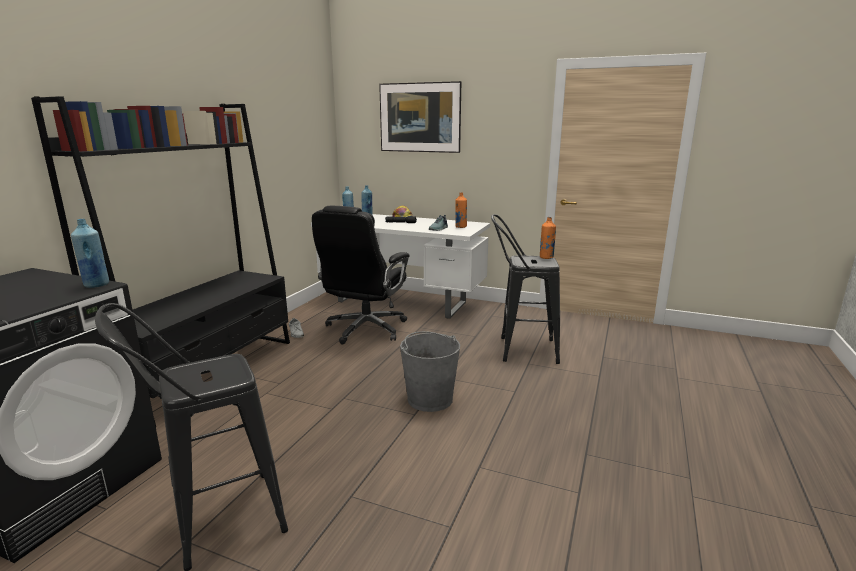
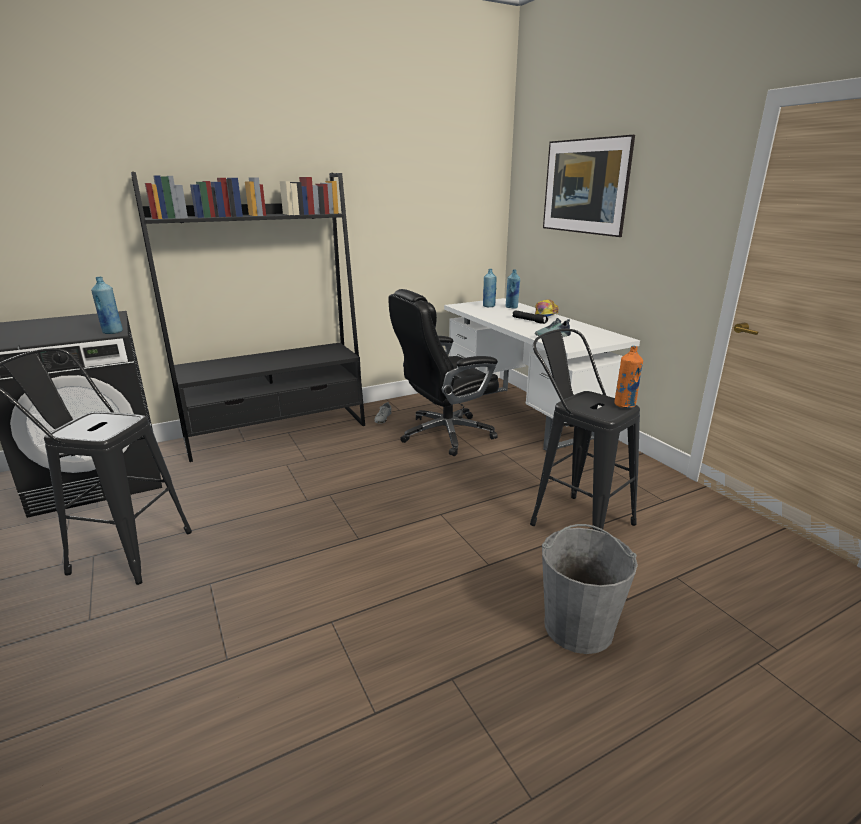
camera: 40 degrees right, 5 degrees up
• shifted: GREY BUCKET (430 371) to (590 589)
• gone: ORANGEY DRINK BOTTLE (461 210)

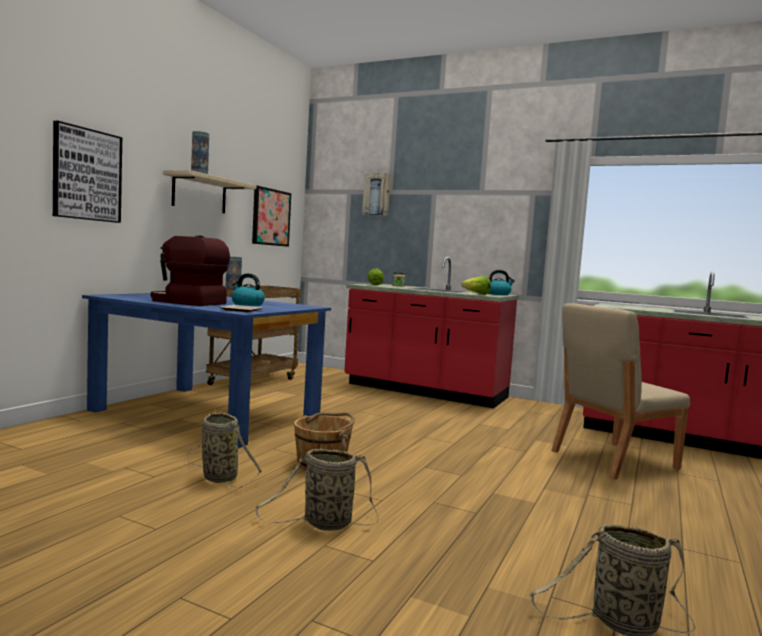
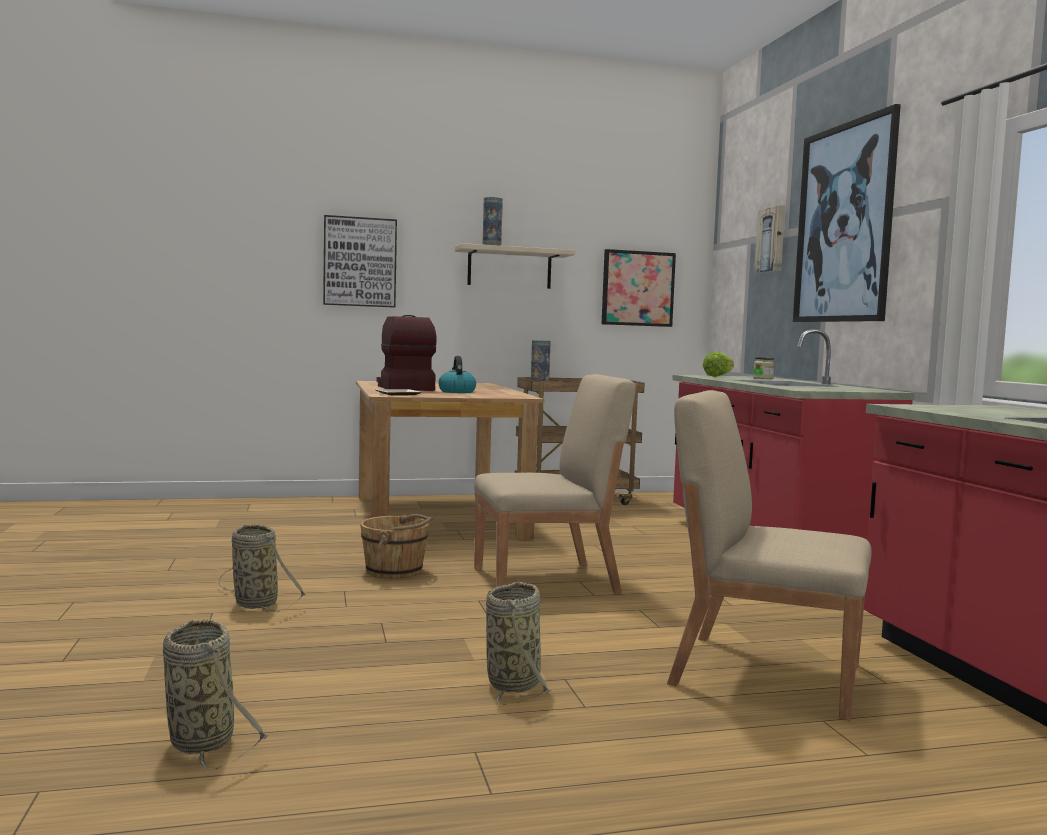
camera: 50 degrees right, 0 degrees up
• repainted: BLUE-COLOURED DINNER TABLE (206 370) to BROWNISH DINNER TABLE (450 460)
• new: BEIGE-COLOURED UPRIGHT CHAIR (555 484)
• shifted: HOUSEHOLD BASKET (224 450) to (519 643)
• new: PICTURE (847 213)
• gone: LETTUCE (476 285)
• gone: WATER KETTLE (501 282)

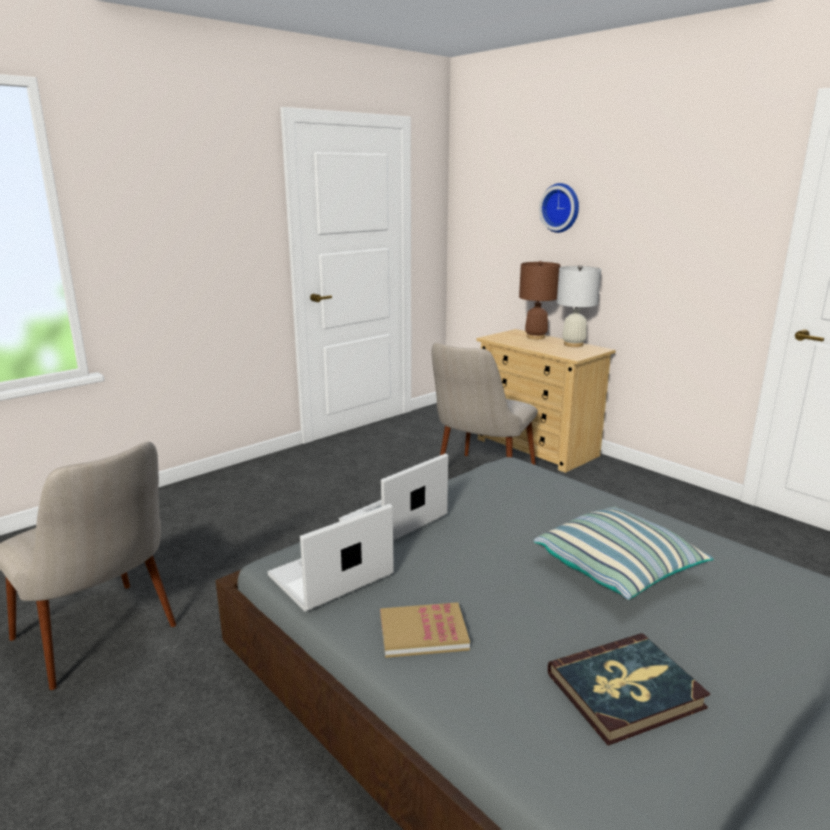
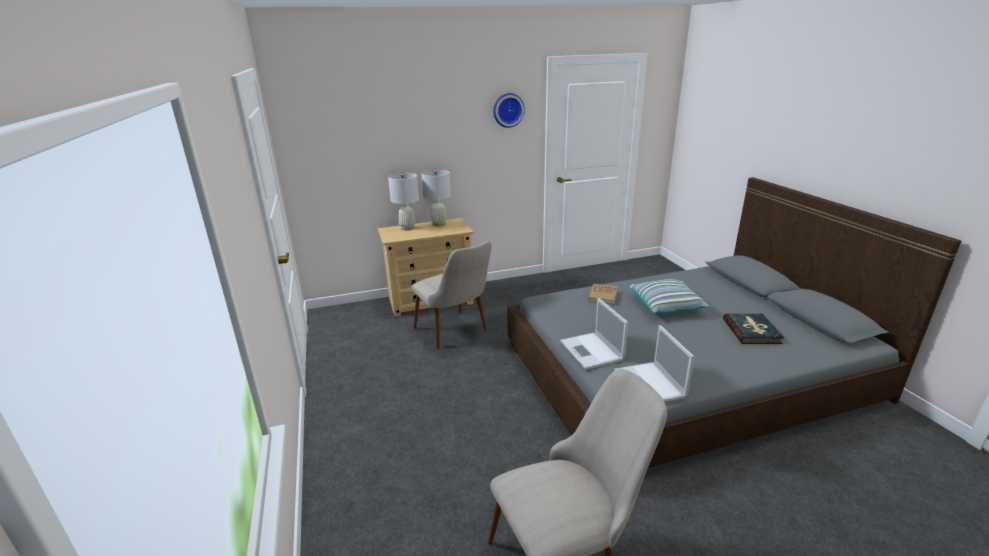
camera: 65 degrees left, 5 degrees up
• repainted: BROWNISH TABLETOP LAMP (539 300) to WHITISH TABLETOP LAMP (403 201)
• shifted: WALL CLOCK (559 208) to (509 110)
• shifted: BOOK (425 630) to (603 294)

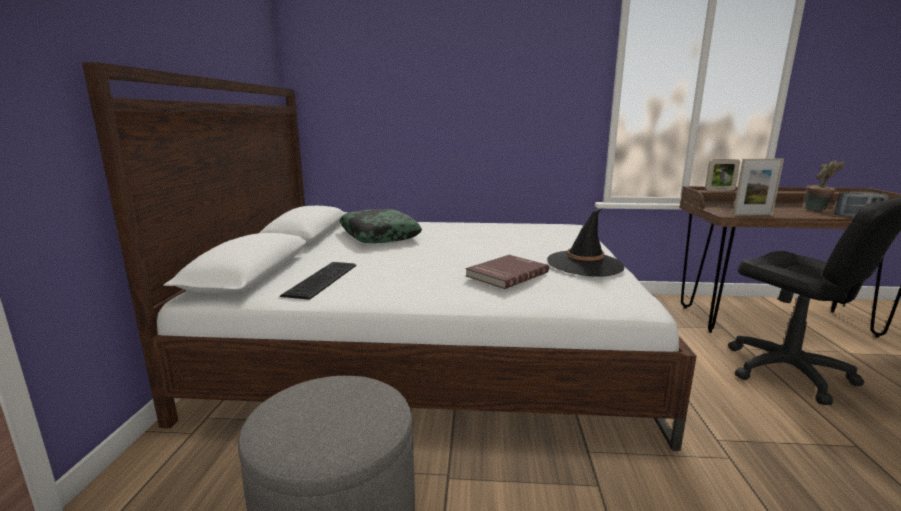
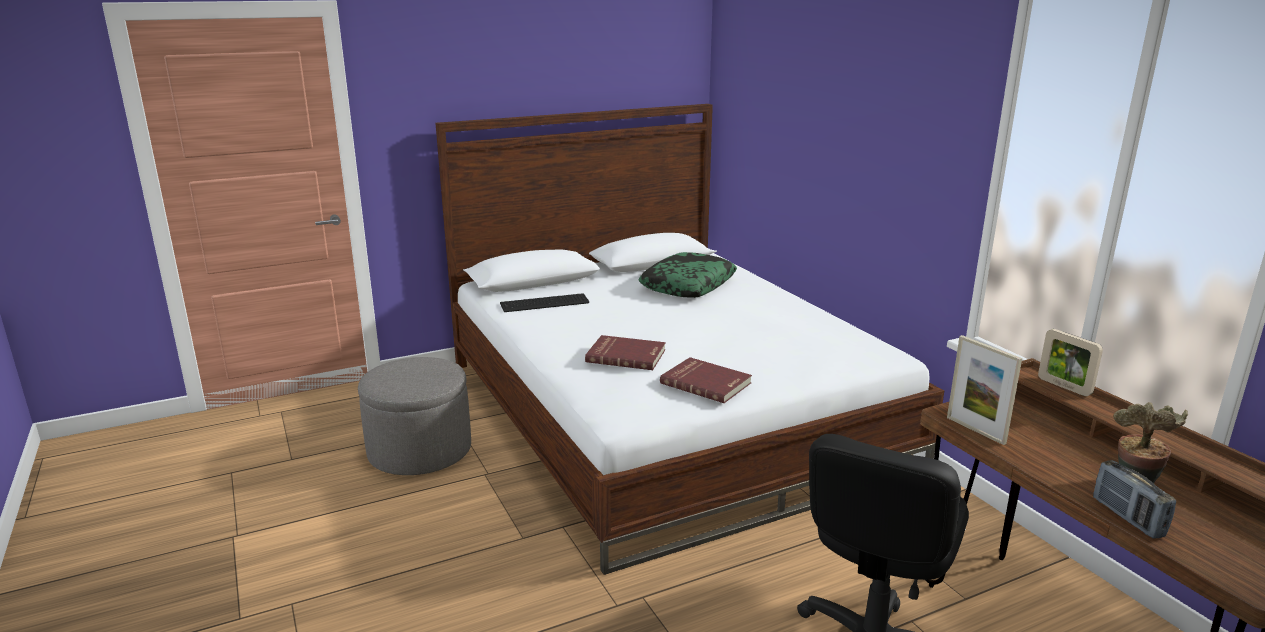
camera: 60 degrees right, 5 degrees up
• swapped: BLACK WEARABLE HAT (585 242) to RED-COLOURED BOOK (706 380)

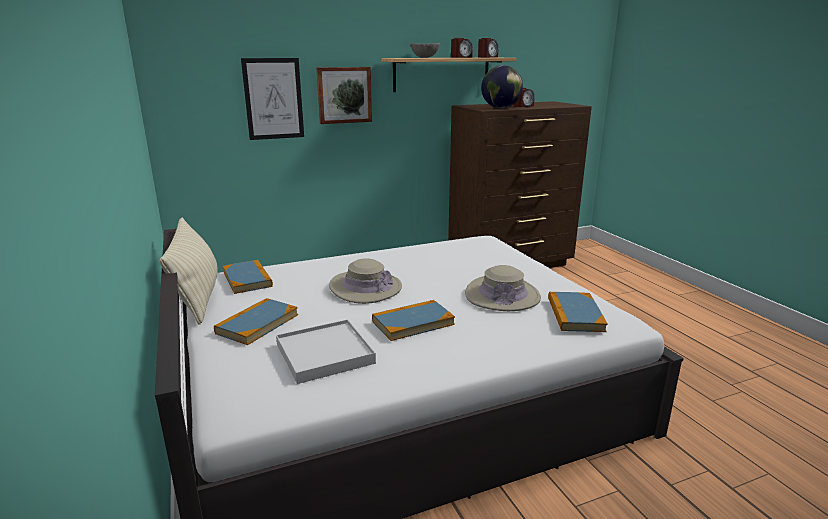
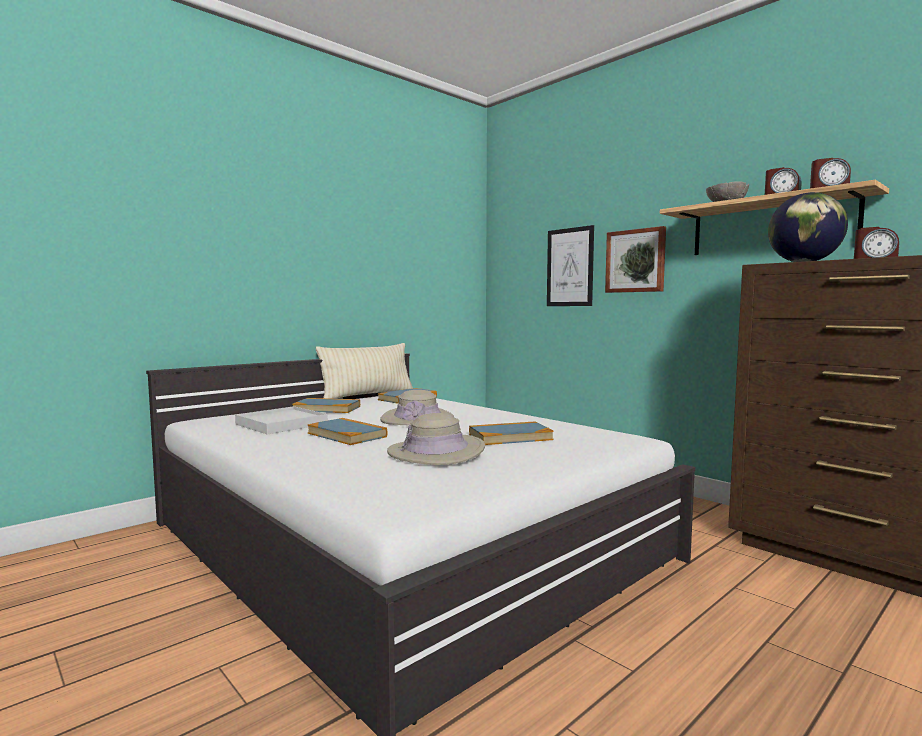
camera: 70 degrees right, 15 degrees down
• shifted: BOOK (578 312) to (511 433)

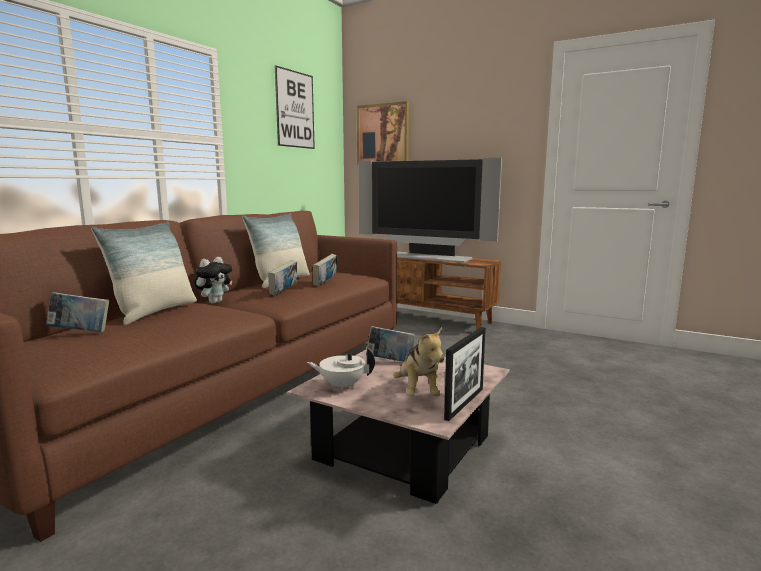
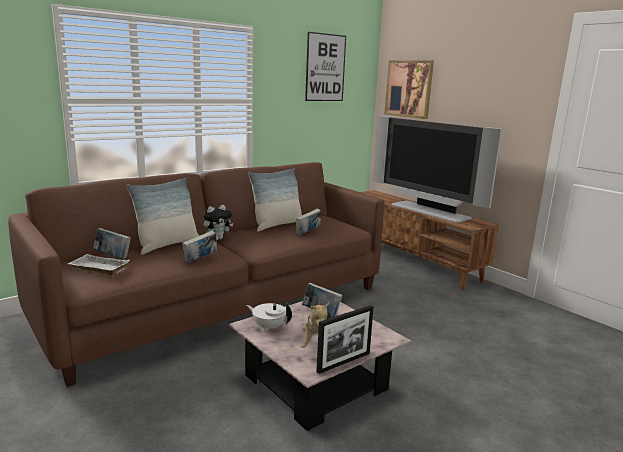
camera: 20 degrees right, 5 degrees up
• new: WHITISH TRAY (99 264)
• shifted: BOOK (282 278) to (199 247)

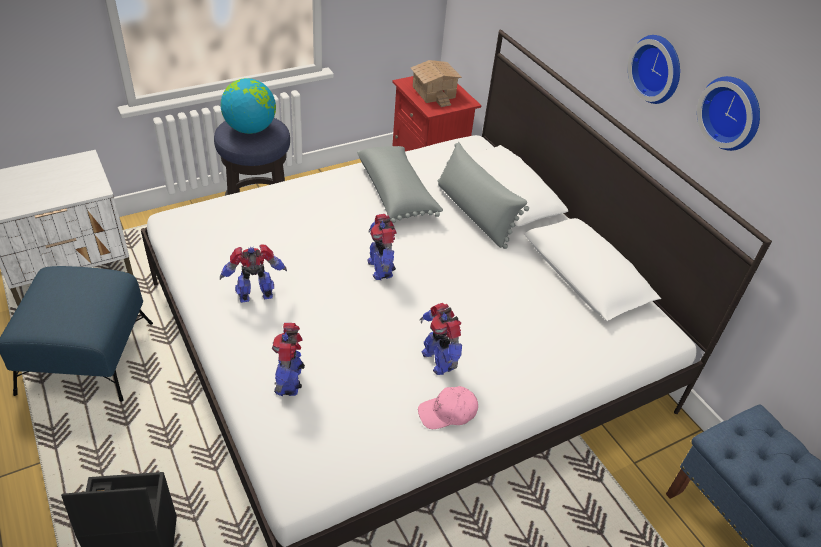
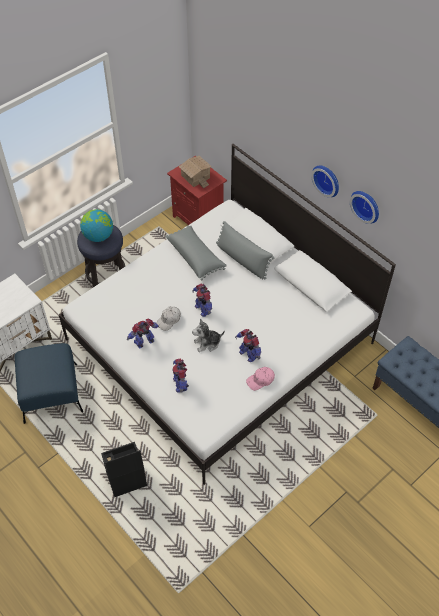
camera: 10 degrees left, 10 degrees up
• new: WHITISH BASEBALL CAP (168 318)
• new: CUDDLY TOY (208 335)

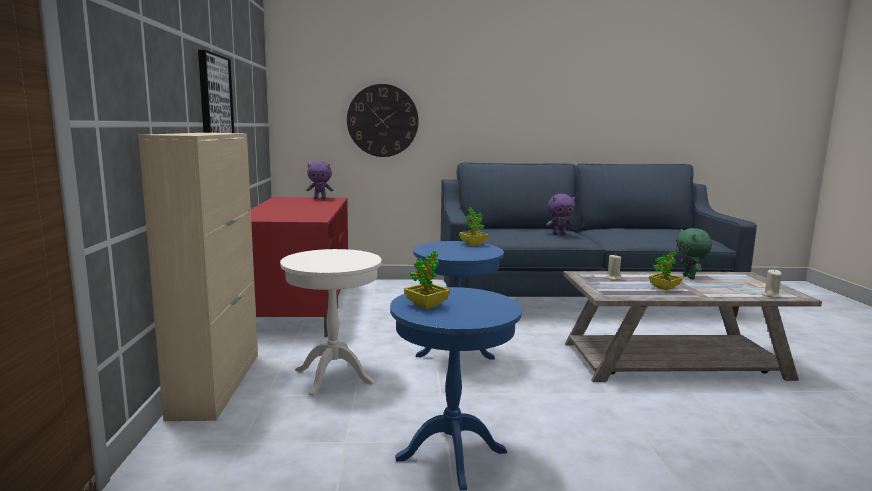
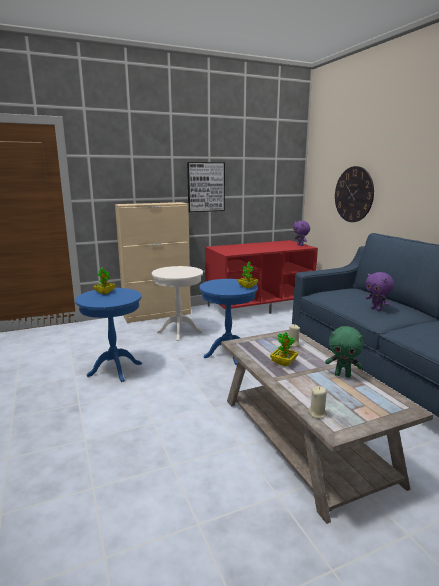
camera: 70 degrees right, 5 degrees up
• rotated: GREEN-COLOURED CUDDLY TOY (694 253) = (344 352) 135 degrees counterclockwise

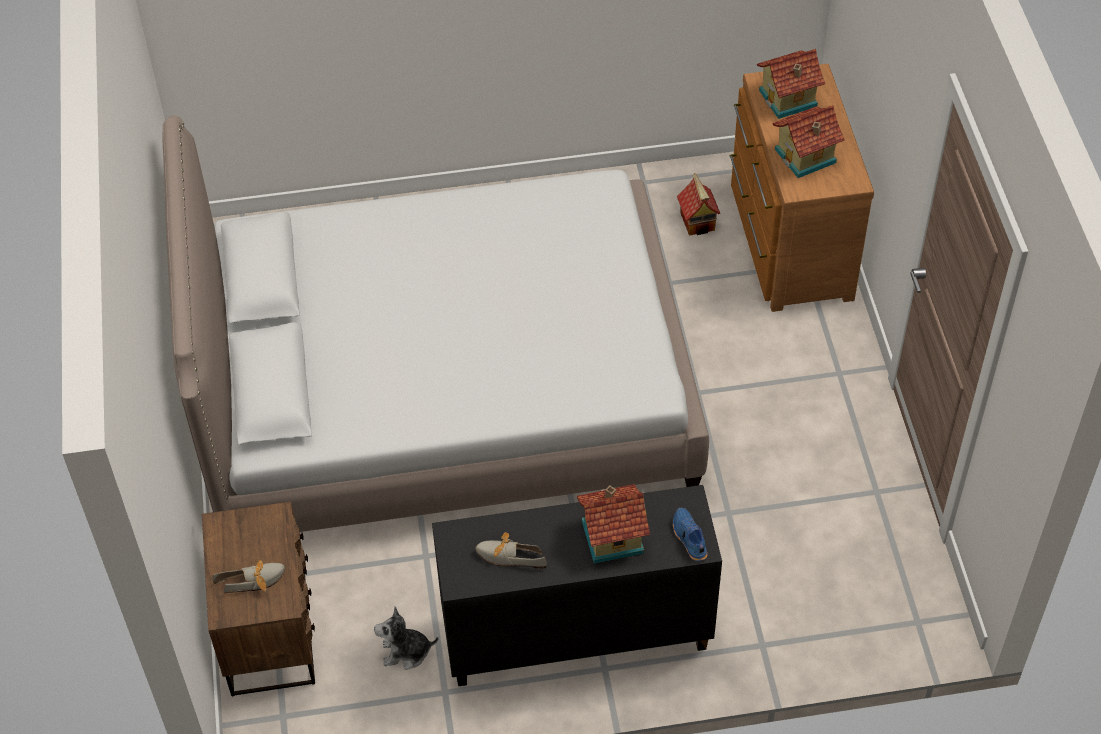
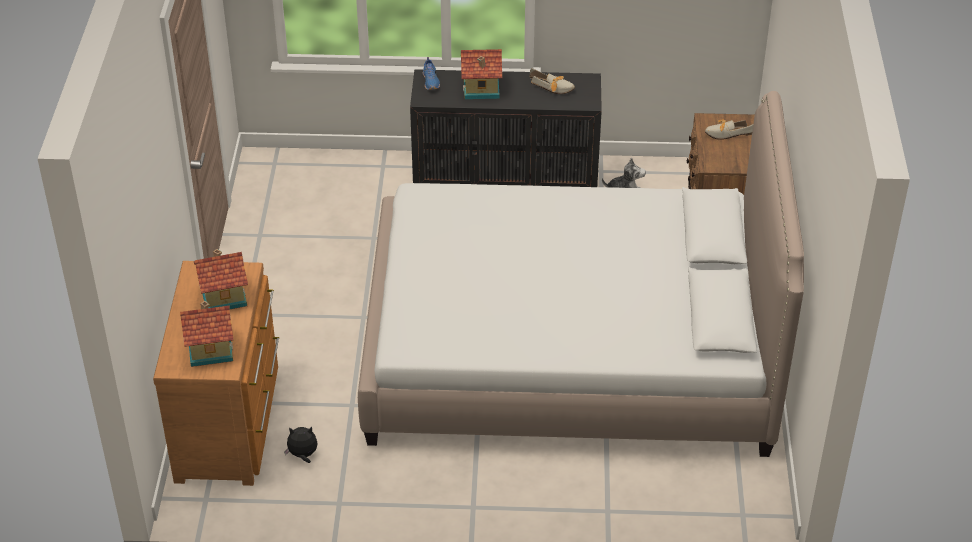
camera: 170 degrees left, 10 degrees down
• swapped: TOY HOUSE (698 204) to CUDDLY TOY (301 445)

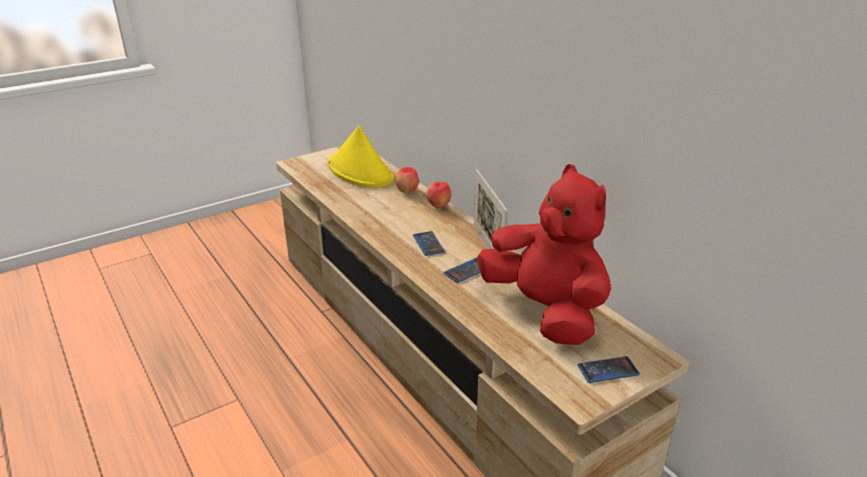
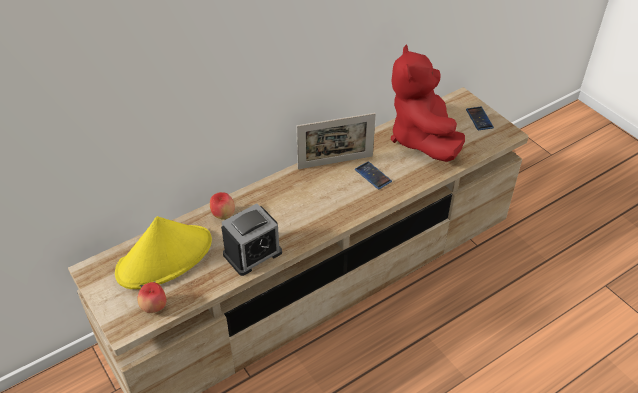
camera: 90 degrees left, 15 degrees up
• shifted: WHOLE APPLE (438 195) to (151 297)
• new: TABLE CLOCK (251 239)
• rotated: RED-COLOURED CUDDLY TOY (544 254) = (428 103) 60 degrees counterclockwise
• gone: TELEPHONE (429 243)

